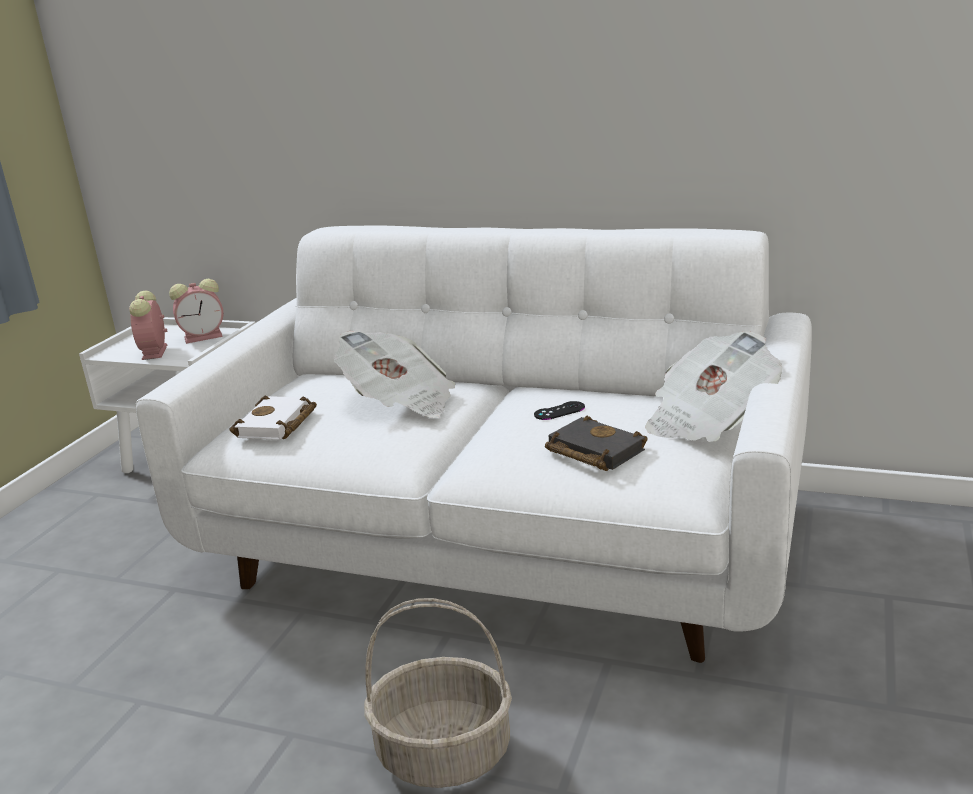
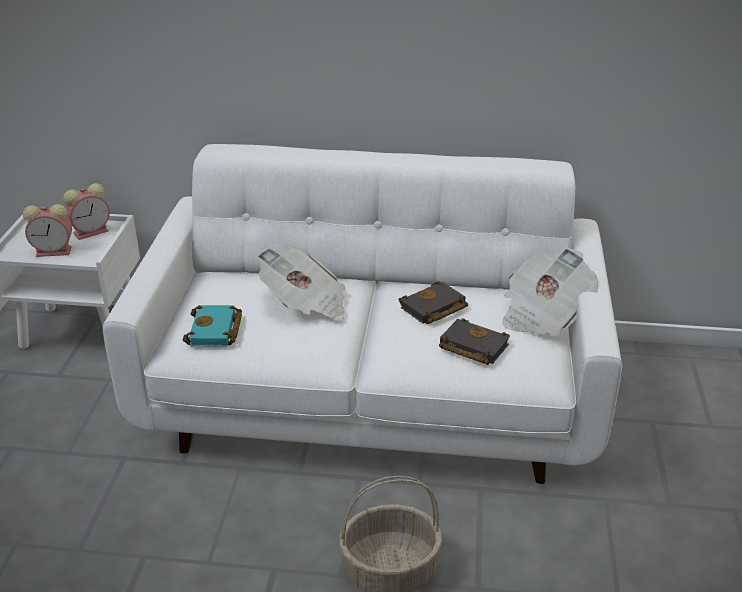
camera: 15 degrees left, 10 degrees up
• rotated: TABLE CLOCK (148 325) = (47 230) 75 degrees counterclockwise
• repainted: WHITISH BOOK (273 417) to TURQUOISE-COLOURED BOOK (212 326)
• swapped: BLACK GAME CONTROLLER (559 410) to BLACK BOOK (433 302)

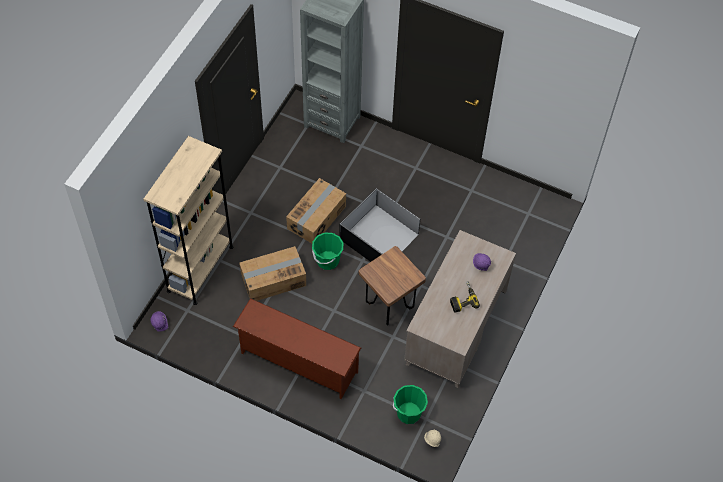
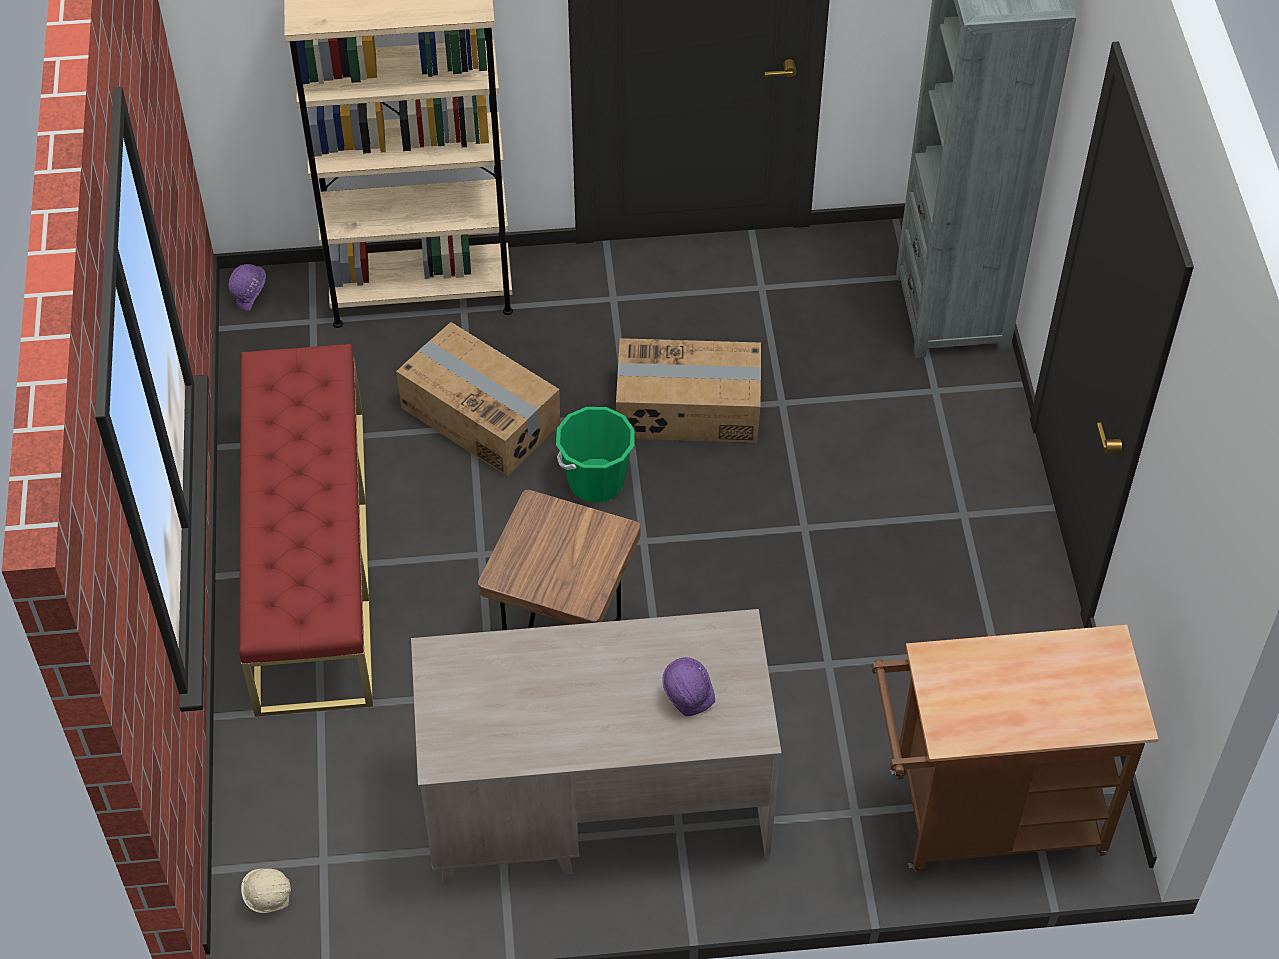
camera: 60 degrees right, 5 degrees down
• swapped: BROWNISH SHOE RACK (297 348) to RED-COLOURED LONG SEAT (306 530)
• new: BROWNISH CART (1015 749)
• gone: BLACK STORAGE CONTAINER (379 225)
• gone: GREEN-COLOURED BUCKET (410 404)
• gone: DRILL (465 297)

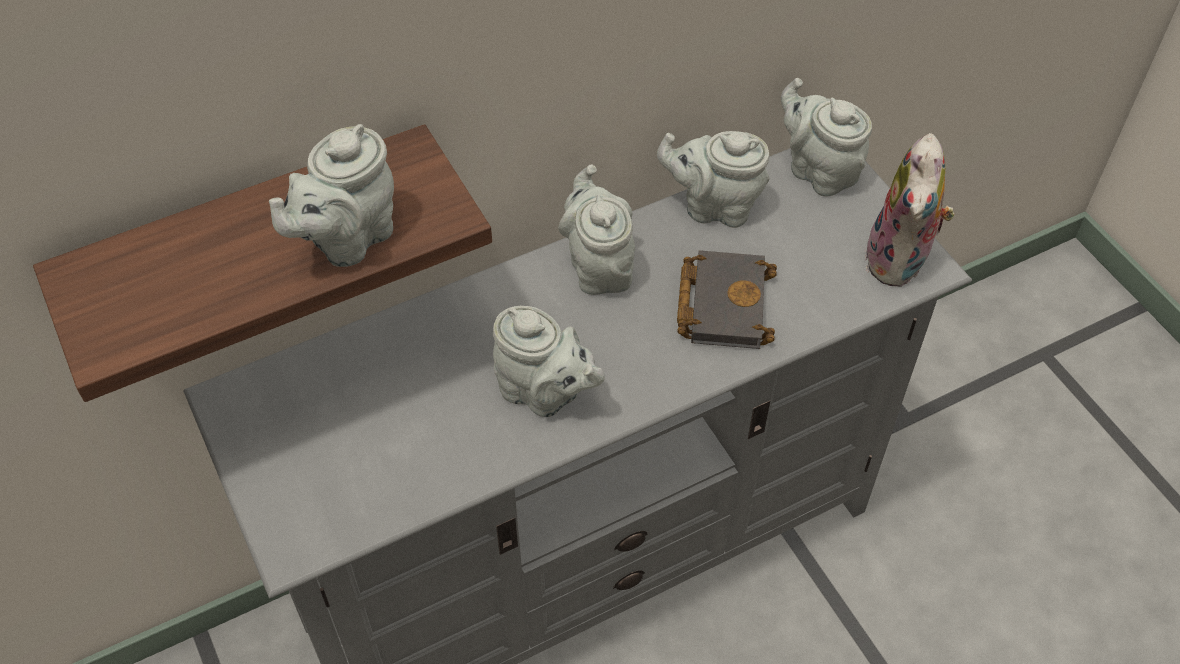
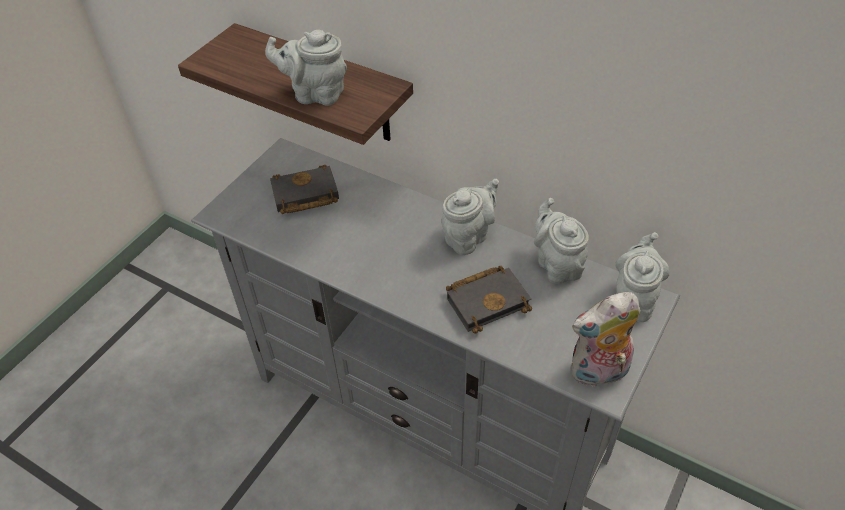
camera: 60 degrees right, 5 degrees down
• new: BLACK BOOK (304 189)
• gone: GREY TEAPOT (549 361)

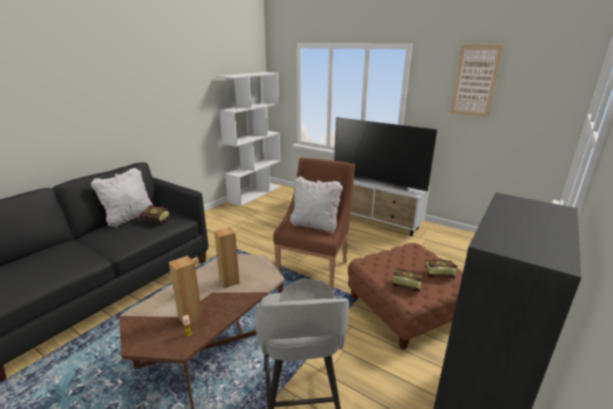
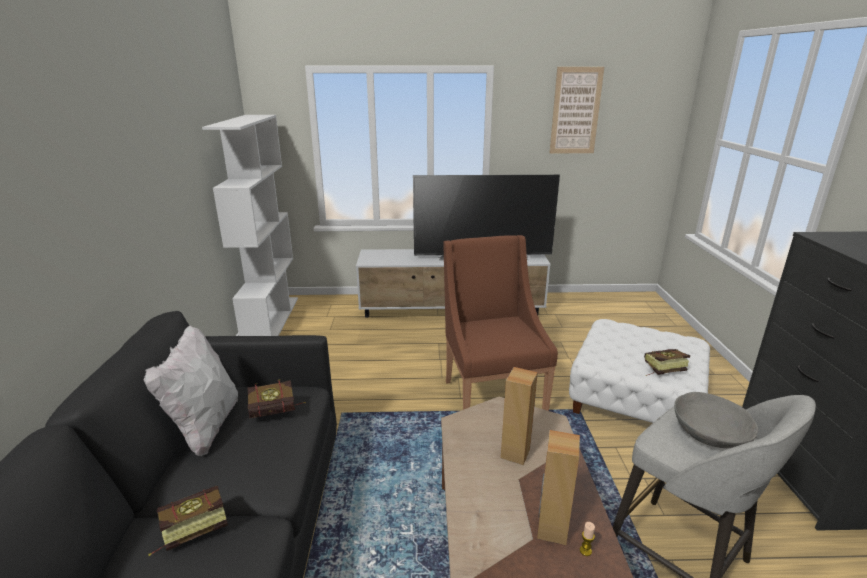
camera: 35 degrees left, 0 degrees up
• shifted: BOOK (441 268) to (188 521)
• repainted: BROWNISH FOOTREST (405 296) to WHITISH FOOTREST (639 371)
• gone: WHITISH PILLOW (316 204)

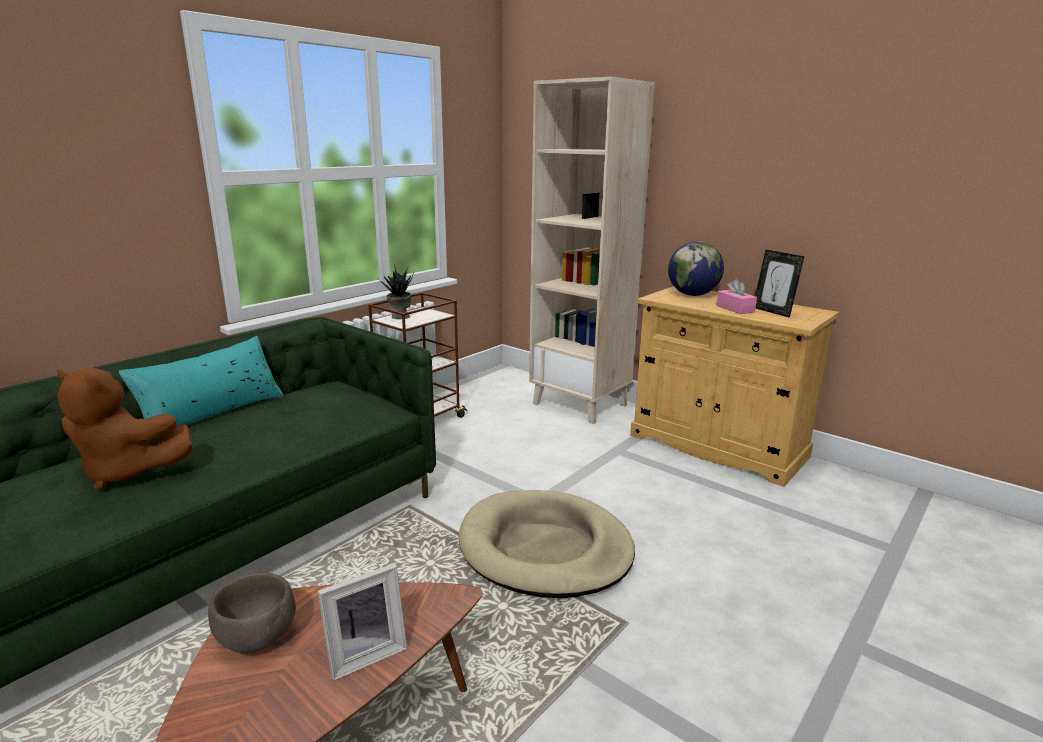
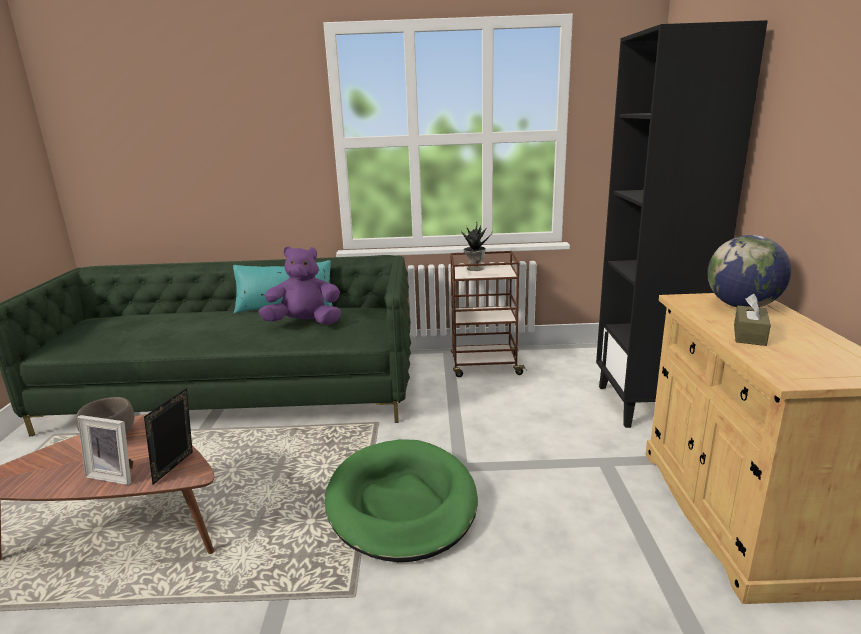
camera: 50 degrees right, 0 degrees up
• shifted: STANDING FRAME (779 284) to (168 436)
• new: PURPLE CUDDLY TOY (299 285)
• repainted: BEIGE-COLOURED PET BED (547 544) to GREEN-COLOURED PET BED (401 500)
• repainted: BEIGE-COLOURED BOOKSHELF (592 250) to BLACK BOOKSHELF (682 224)
• repainted: PINKISH TISSUE HOLDER (736 296) to BROWNISH TISSUE HOLDER (752 320)
• gone: BROWNISH CUDDLY TOY (125 429)

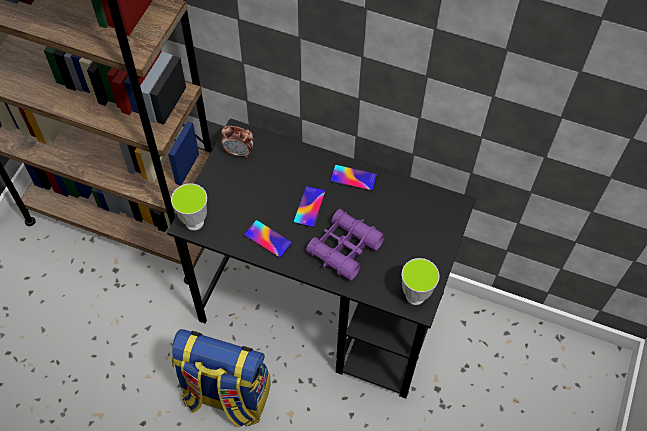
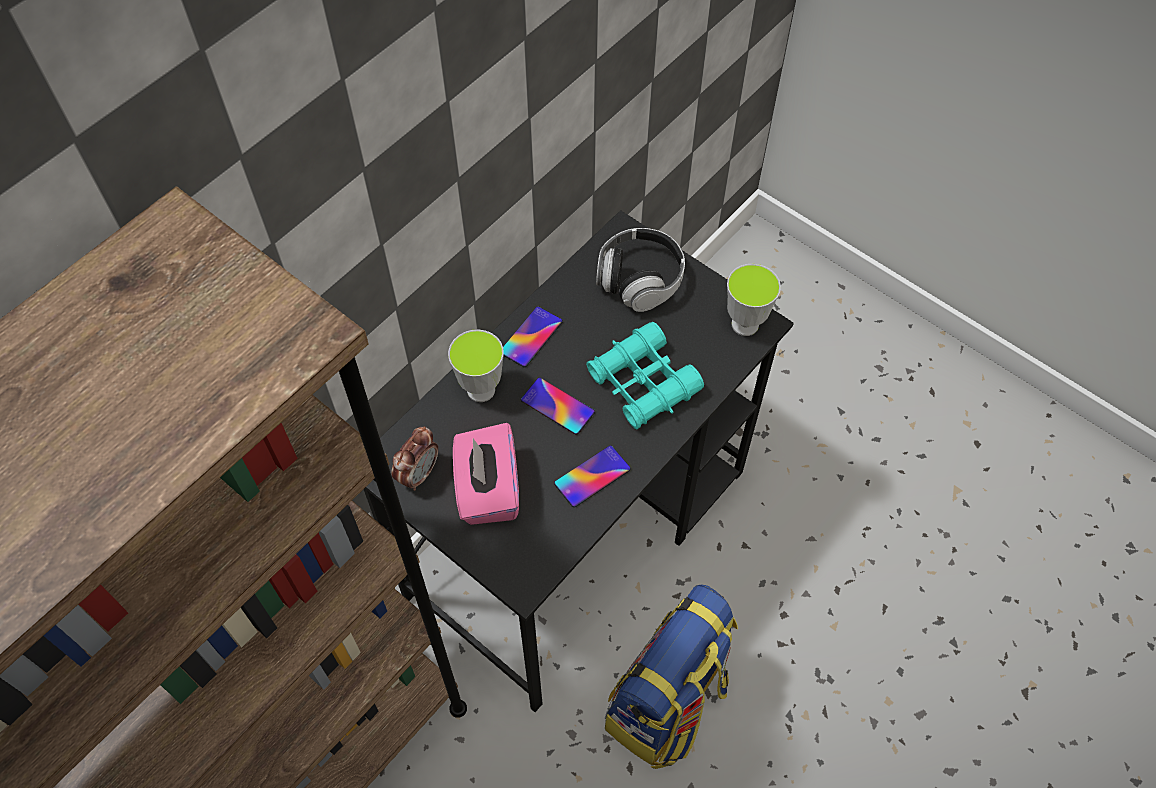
camera: 70 degrees left, 0 degrees up
• shifted: CUP (189 207) to (476 365)
• new: PINKISH TISSUE HOLDER (486 474)
• repainted: PURPLE PAIR OF BINOCULARS (345 244) to TURQUOISE-COLOURED PAIR OF BINOCULARS (645 375)
• new: HEADSET (640 270)

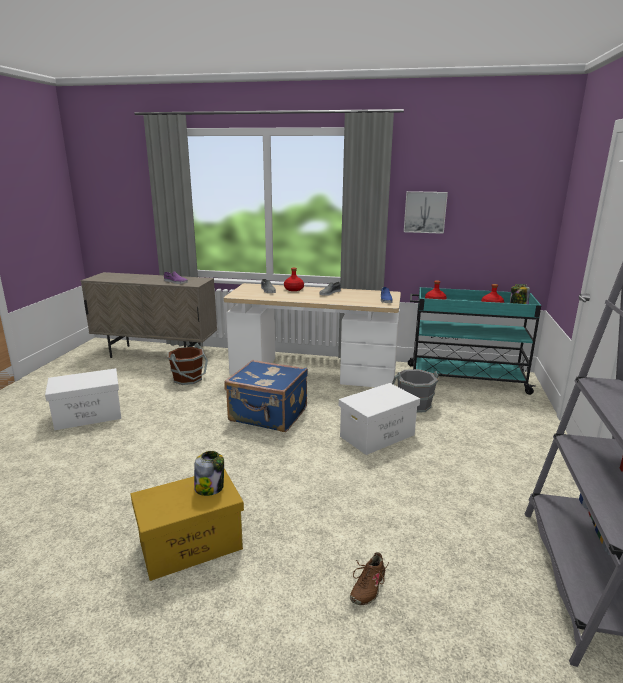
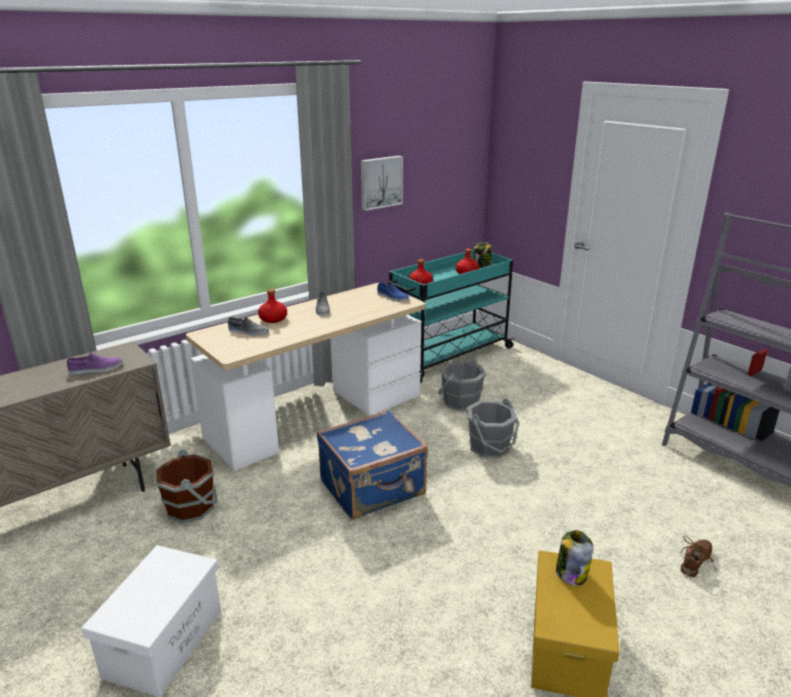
camera: 50 degrees left, 5 degrees up
• swapped: WHITISH STORAGE CONTAINER (379 419) to GREY BUCKET (492 427)
• rotated: BROWNISH ITEM OF FOOTWEAR (369 578) = (697 556) 120 degrees counterclockwise

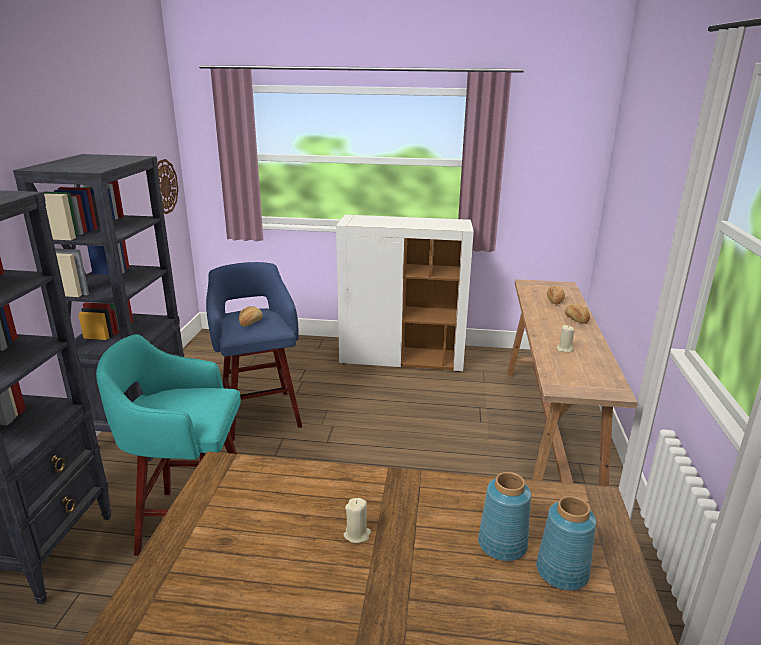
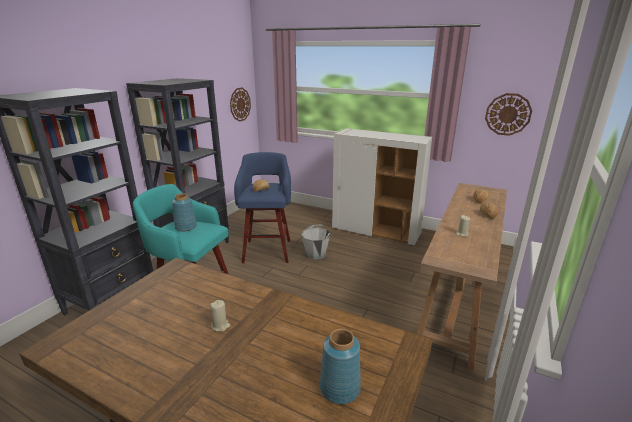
camera: 20 degrees right, 0 degrees up
• shifted: BLUE-COLOURED FLOWER VASE (504 516) to (184 212)
• new: GREY BUCKET (316 242)
• new: WALL CLOCK (508 114)

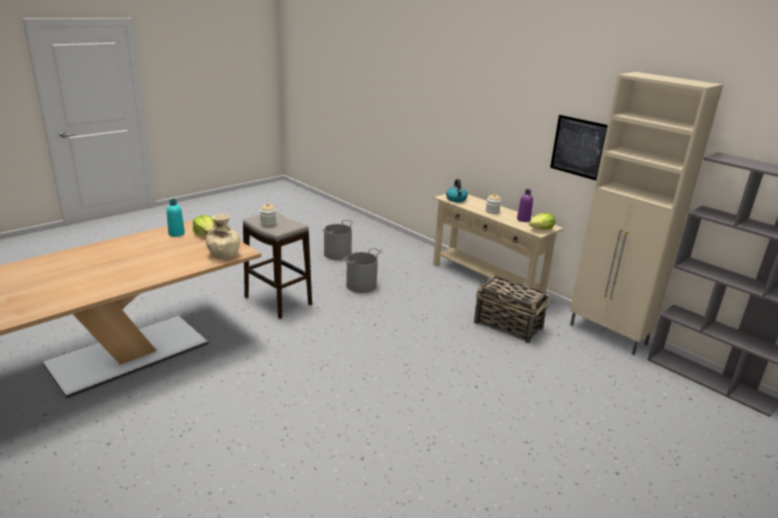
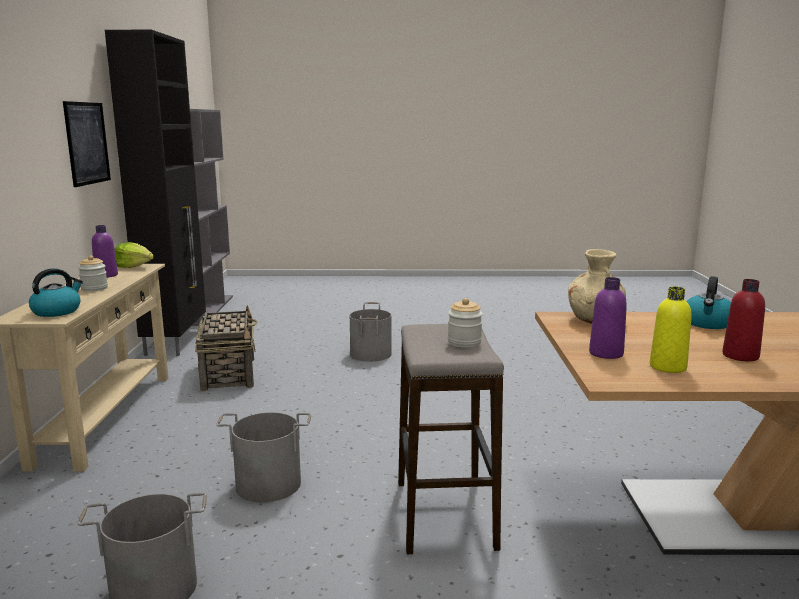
camera: 135 degrees left, 10 degrees down
• repainted: BEIGE-COLOURED CABINET (647 213) to BLACK CABINET (155 193)
• new: GREY BUCKET (371 332)
• swapped: LETTUCE (203 225) to PURPLE DRINK BOTTLE (608 318)
• repainted: TURQUOISE-COLOURED DRINK BOTTLE (176 218) to YELLOW-COLOURED DRINK BOTTLE (671 330)
• new: WATER KETTLE (708 302)
• new: RED-COLOURED DRINK BOTTLE (743 320)

